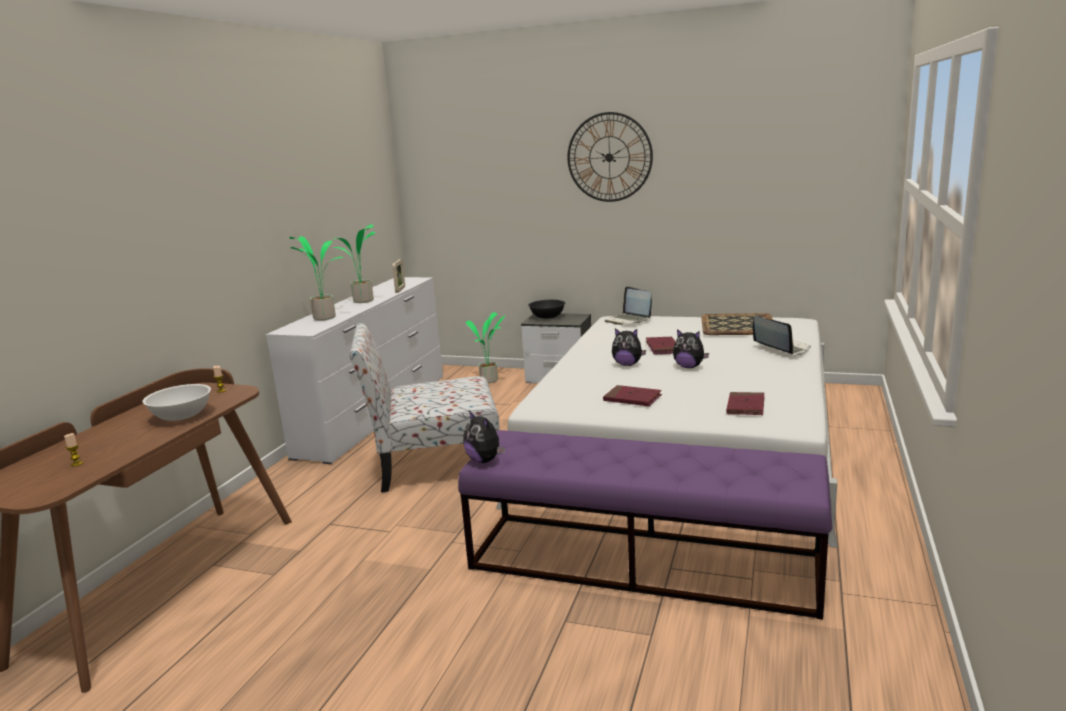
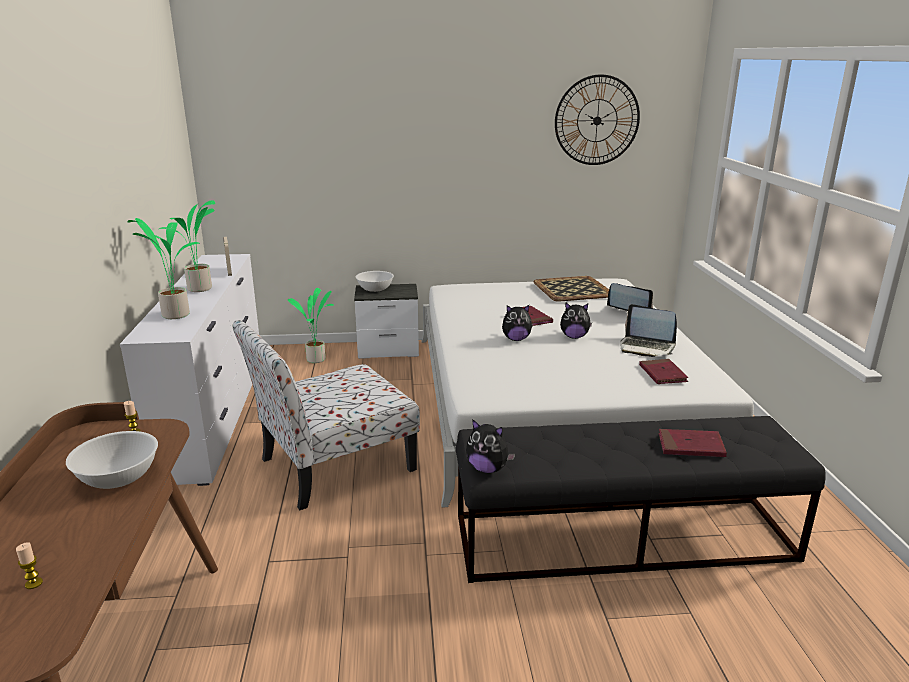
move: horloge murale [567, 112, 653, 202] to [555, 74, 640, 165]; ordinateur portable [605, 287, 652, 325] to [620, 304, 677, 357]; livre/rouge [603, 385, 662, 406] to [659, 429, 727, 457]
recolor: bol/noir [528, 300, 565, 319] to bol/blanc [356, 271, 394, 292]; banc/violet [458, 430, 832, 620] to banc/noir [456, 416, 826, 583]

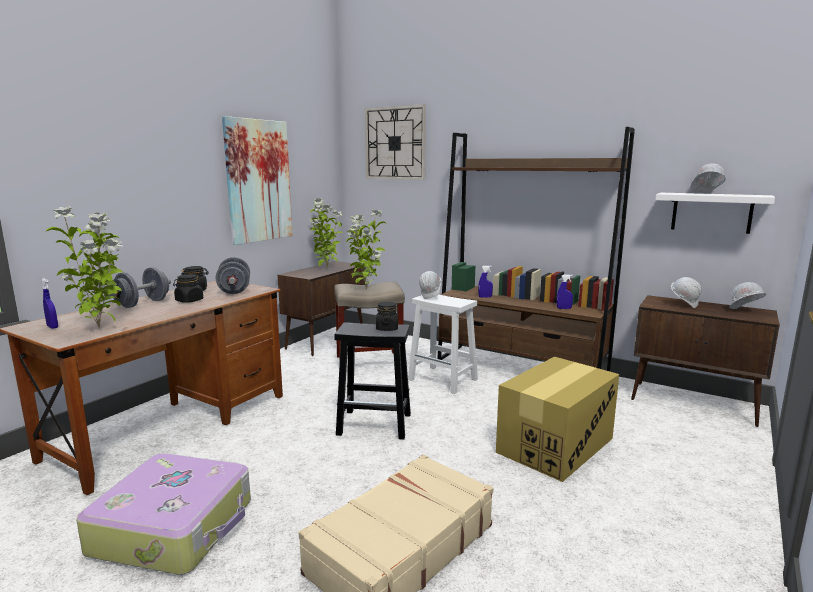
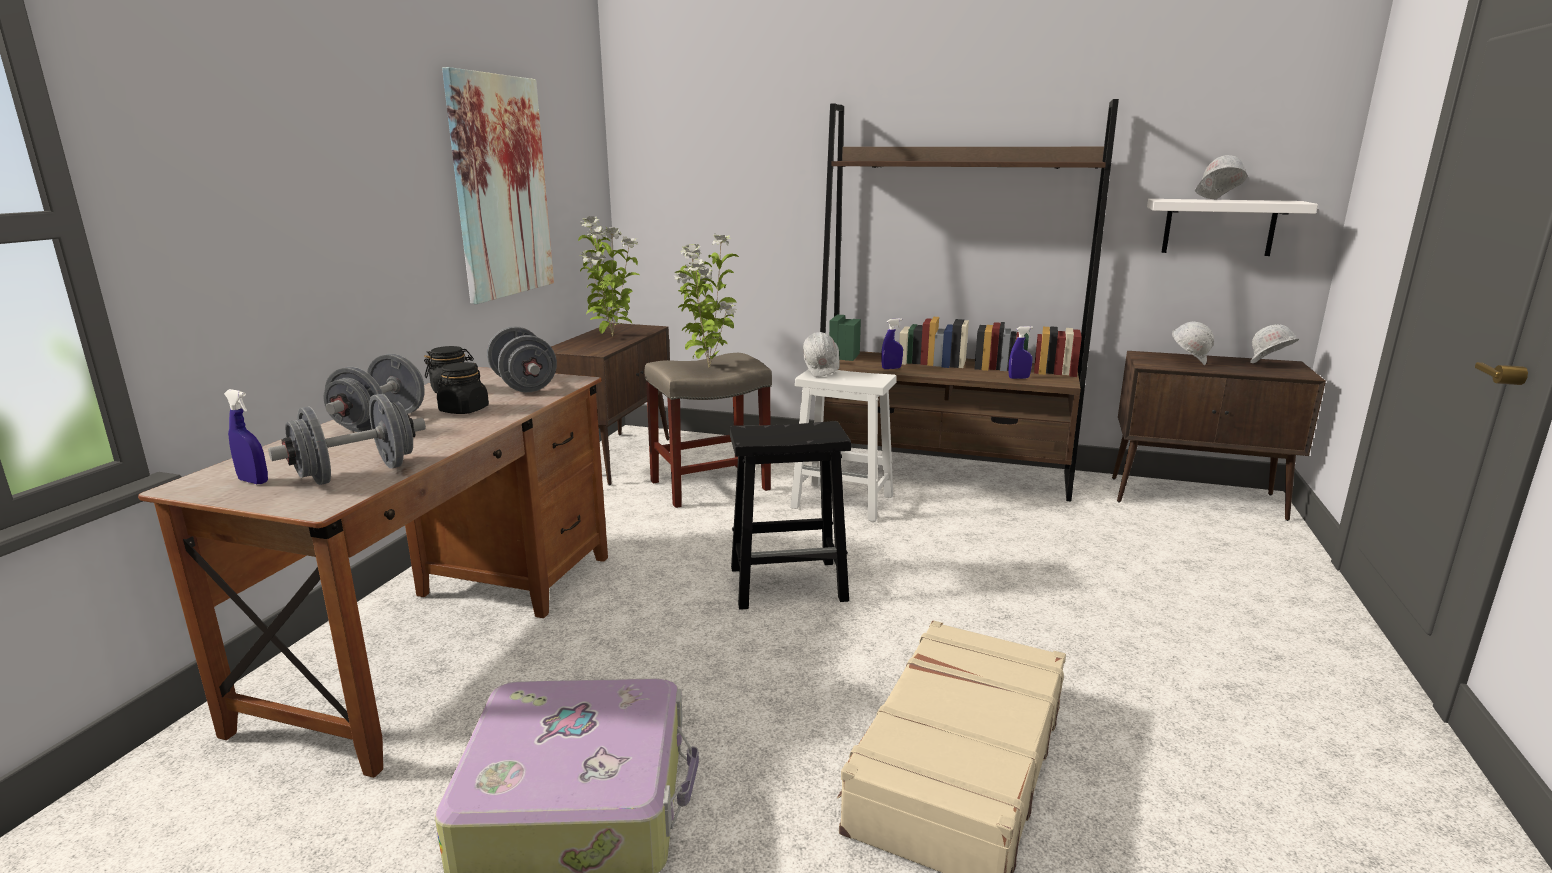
delete: horloge murale [365, 104, 426, 180]; bocal/noir [376, 302, 398, 331]; carton [496, 357, 619, 482]
replace: plante en pot [45, 206, 123, 328] to haltère/gris [268, 394, 426, 485]

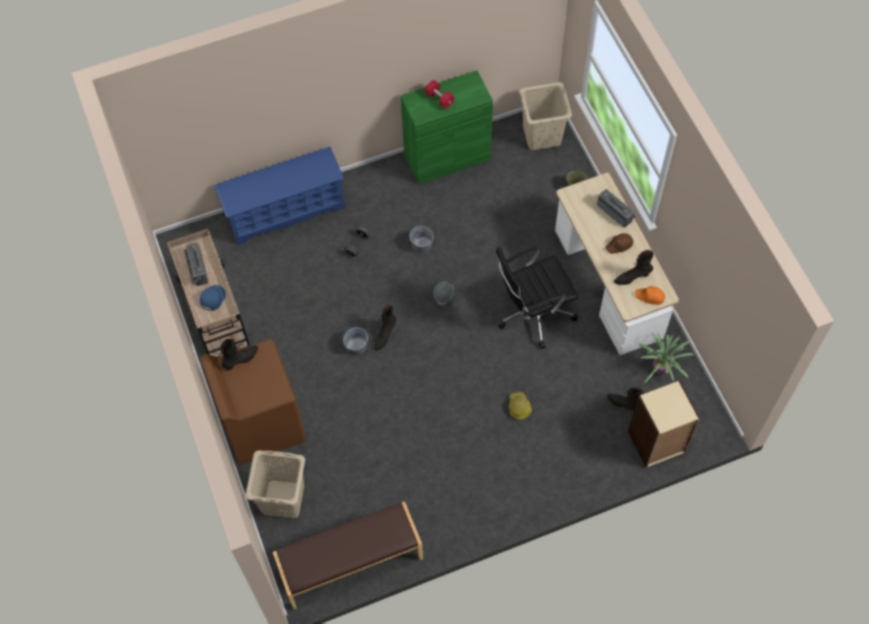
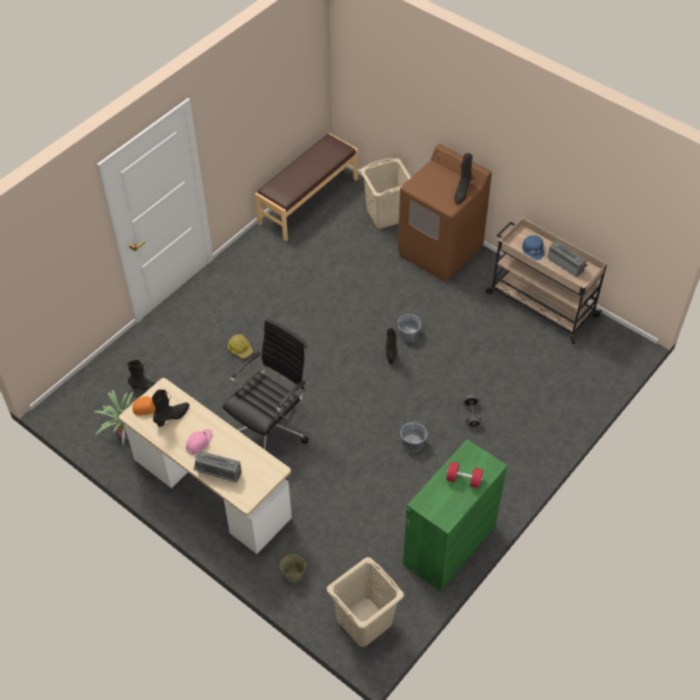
delete: étagère à chaussures/bleu [214, 147, 345, 245]; casque de chantier/gris [433, 281, 454, 306]; bibliothèque/beige [628, 380, 700, 468]
recolor: casquette/marron [605, 233, 633, 254] to casquette/rose [186, 429, 213, 454]

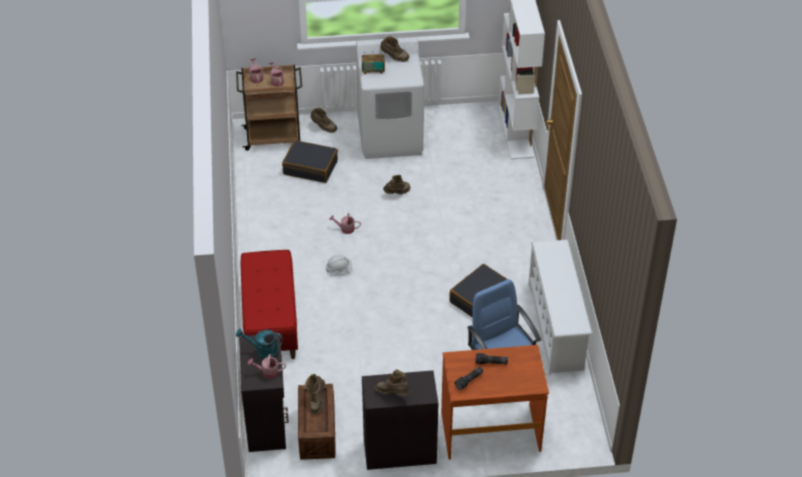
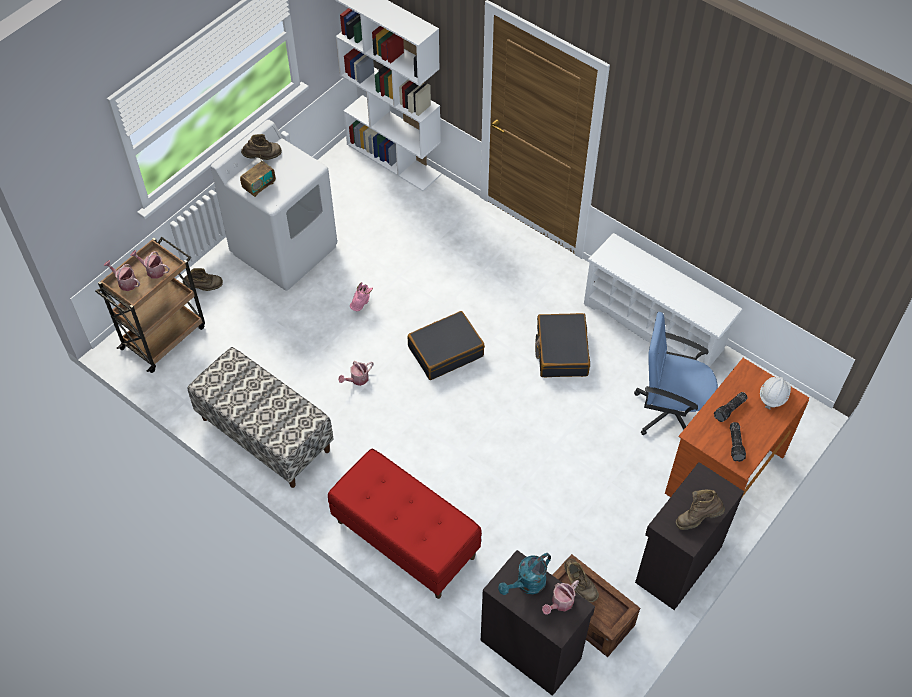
insert: banc [188, 347, 334, 488]
move: valise/noir [282, 140, 338, 183] to [408, 311, 485, 380]; casque de chantier/blanc [326, 254, 352, 273] to [760, 377, 791, 409]
recolor: botte/marron [383, 175, 411, 195] to botte/rose [350, 282, 373, 311]

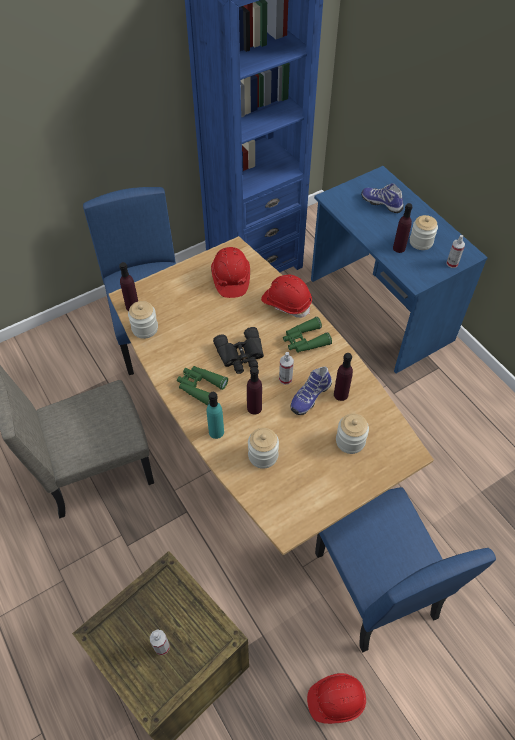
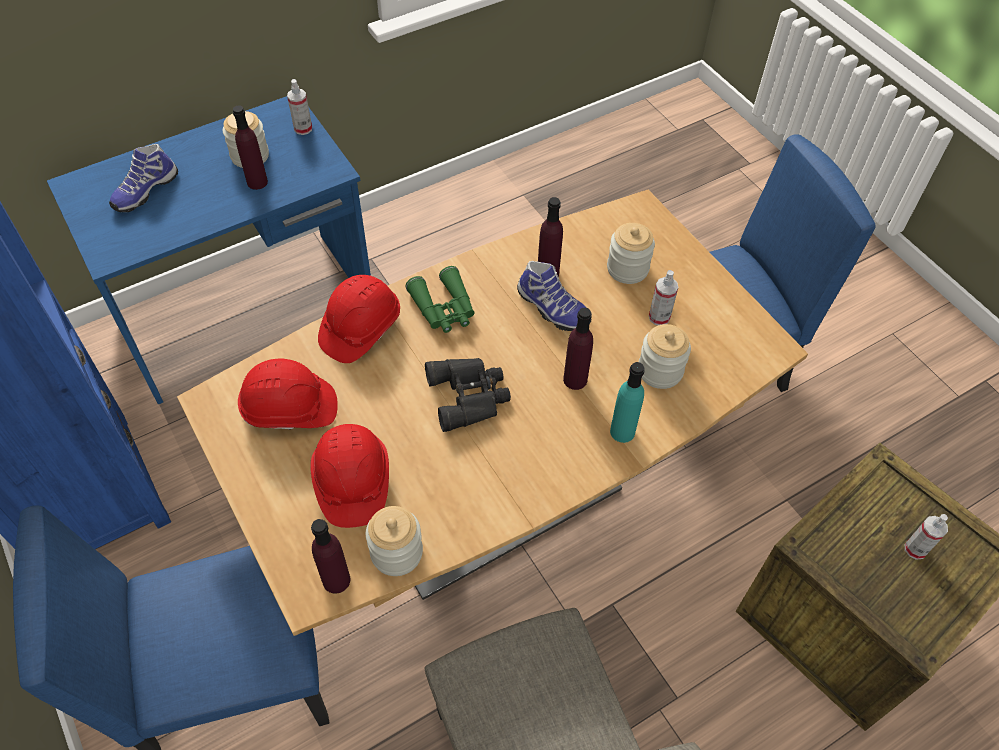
delete: jumelles/vert [177, 366, 228, 406]
move: casque de chantier/rouge [307, 673, 366, 724] to [310, 424, 389, 528]; vaporisateur [279, 352, 294, 385] to [649, 270, 678, 325]

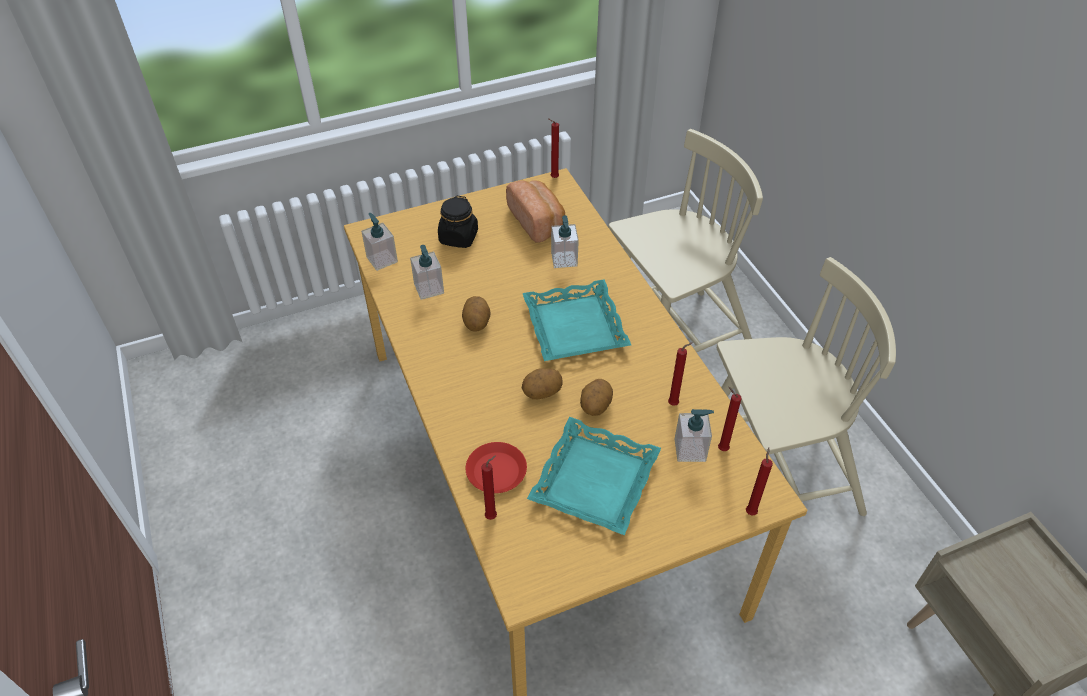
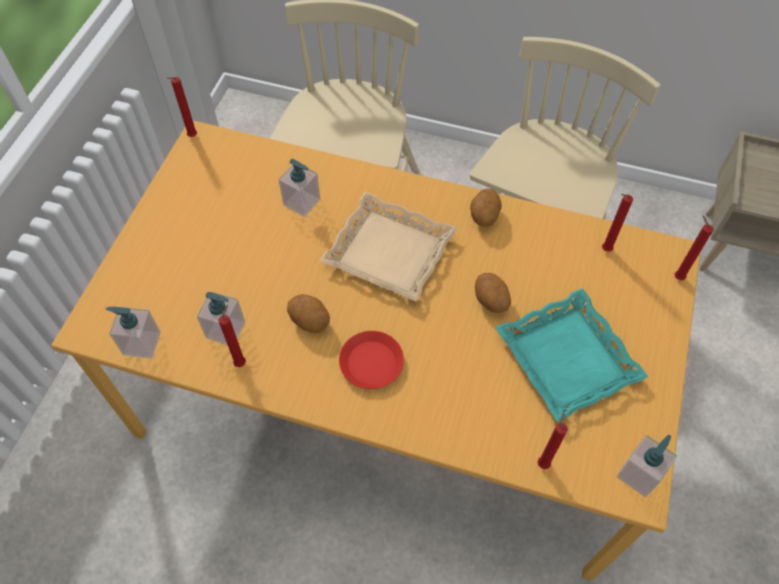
delete: bocal/noir [438, 196, 478, 248]; pain [506, 180, 565, 243]
move: bougie/rouge [668, 342, 693, 406] to [219, 305, 246, 367]; assiette/rouge [466, 442, 527, 493] to [339, 331, 404, 389]; pomme de terre [522, 368, 563, 399] to [470, 189, 502, 227]; distributeur de savon [675, 409, 714, 462] to [617, 434, 677, 497]
recolor: plateau/turquoise [523, 279, 631, 361] to plateau/beige [320, 192, 457, 301]

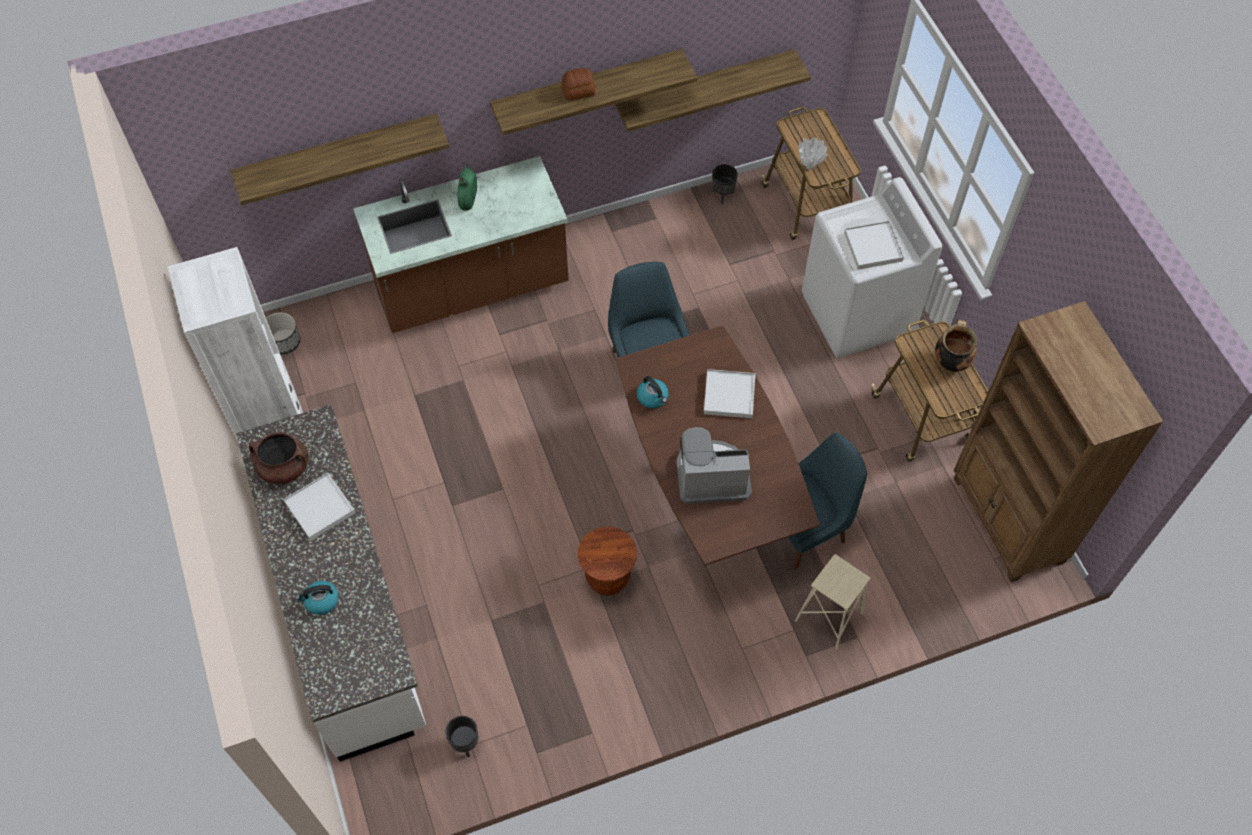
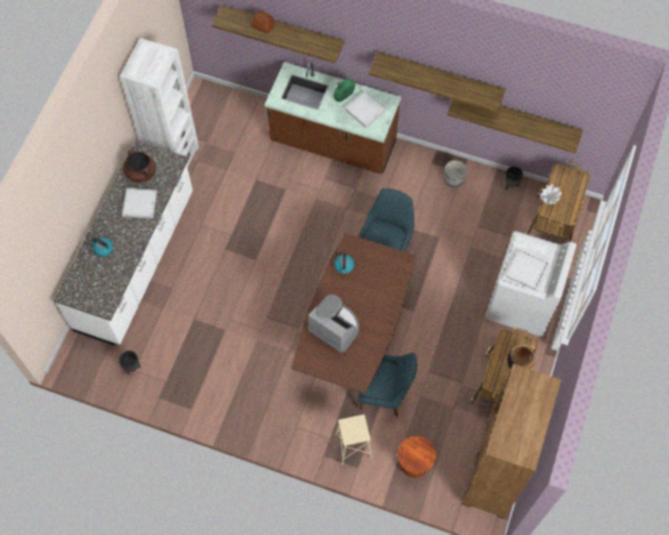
move: pain [562, 68, 596, 101] to [252, 11, 275, 33]; plateau/blanc [704, 369, 755, 418] to [345, 91, 386, 128]; tabouret/marron [578, 527, 637, 596] to [397, 436, 436, 478]; cache-pot [266, 312, 301, 354] to [443, 160, 467, 187]

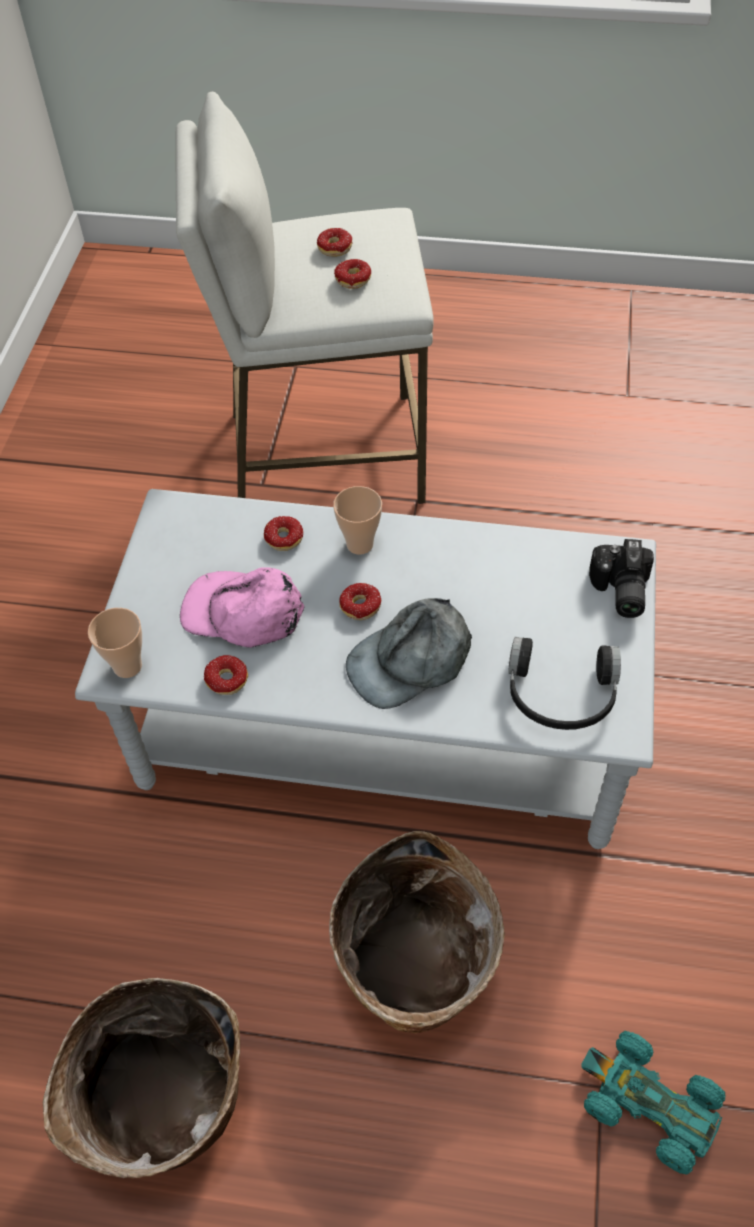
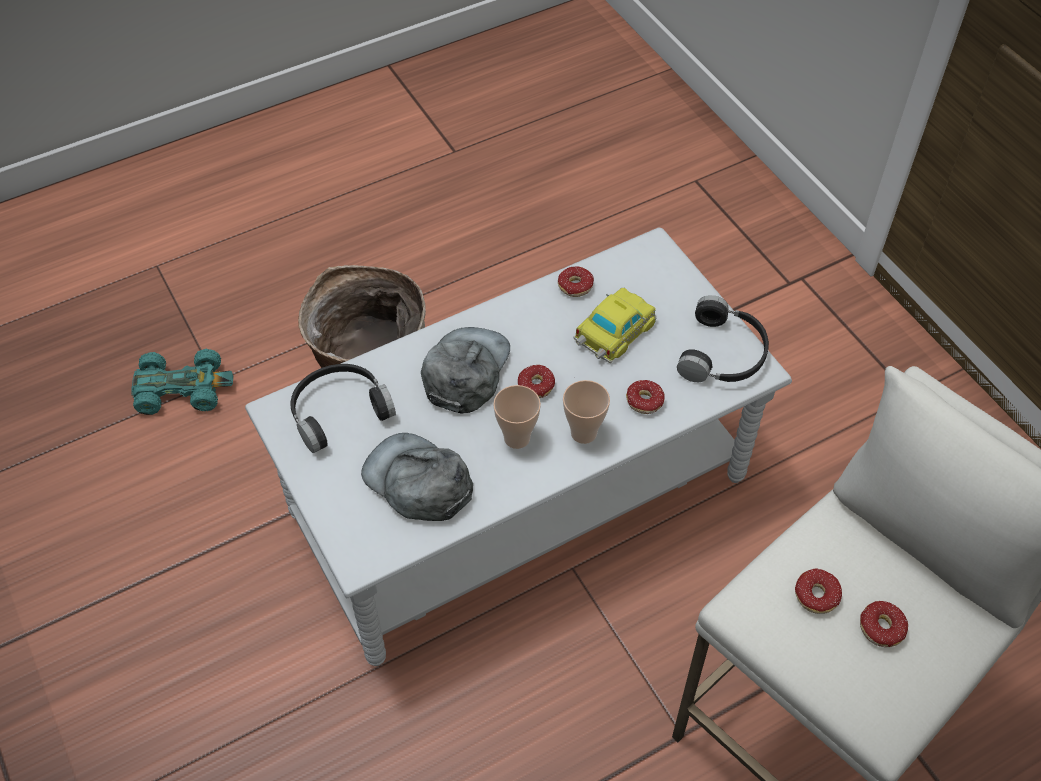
delete: panier [43, 978, 240, 1178]; appareil photo [589, 539, 654, 618]
insert: casquette/gris [361, 433, 473, 521]; casque audio/noir [677, 295, 769, 382]
move: tasse [88, 608, 142, 678] to [493, 385, 541, 449]
replace: casquette/rose [180, 567, 304, 648] to petite voiture [573, 288, 657, 363]

